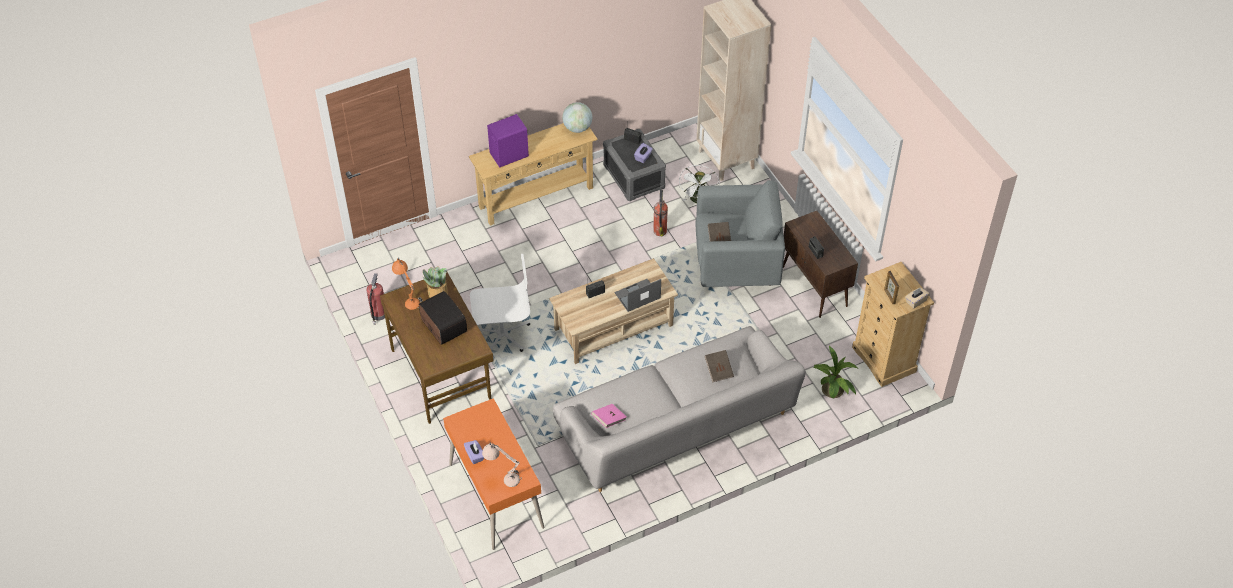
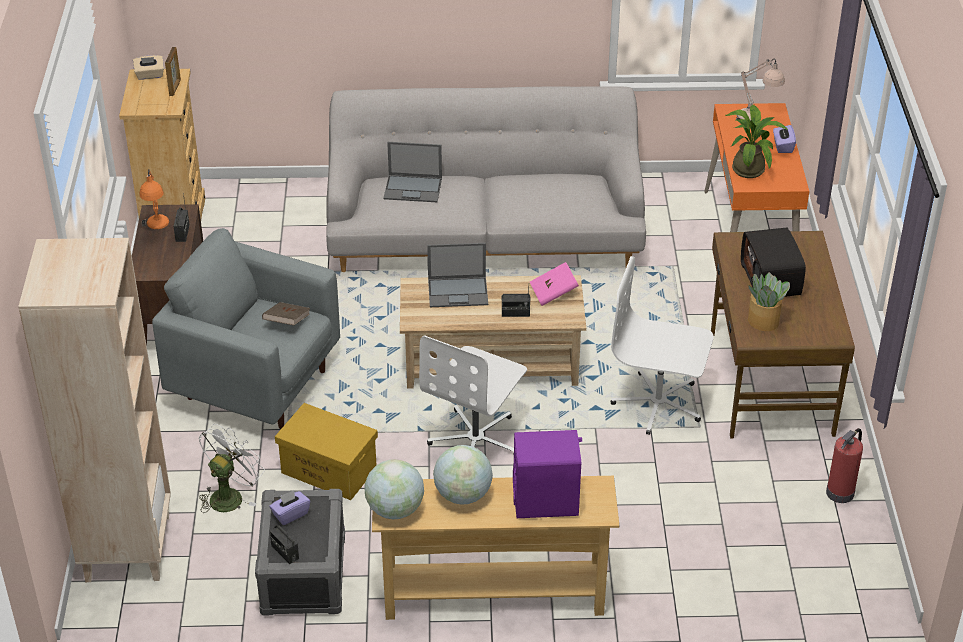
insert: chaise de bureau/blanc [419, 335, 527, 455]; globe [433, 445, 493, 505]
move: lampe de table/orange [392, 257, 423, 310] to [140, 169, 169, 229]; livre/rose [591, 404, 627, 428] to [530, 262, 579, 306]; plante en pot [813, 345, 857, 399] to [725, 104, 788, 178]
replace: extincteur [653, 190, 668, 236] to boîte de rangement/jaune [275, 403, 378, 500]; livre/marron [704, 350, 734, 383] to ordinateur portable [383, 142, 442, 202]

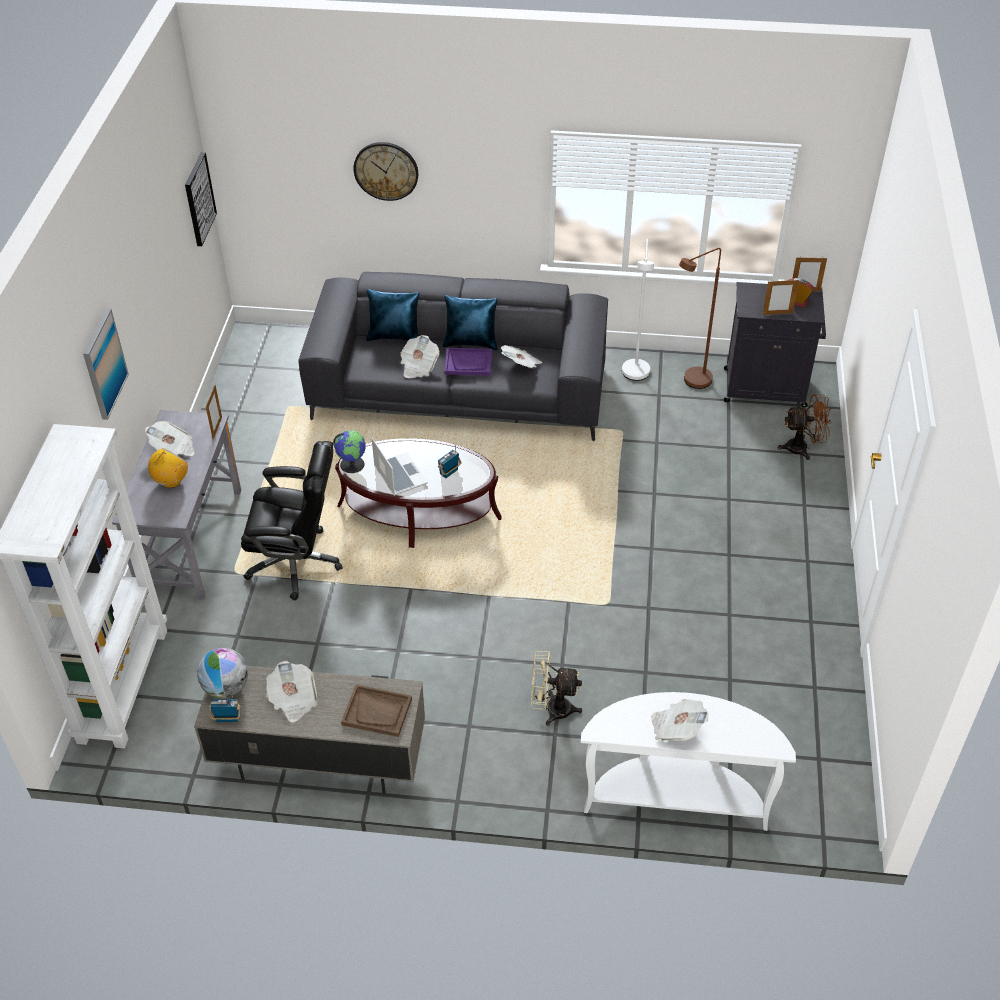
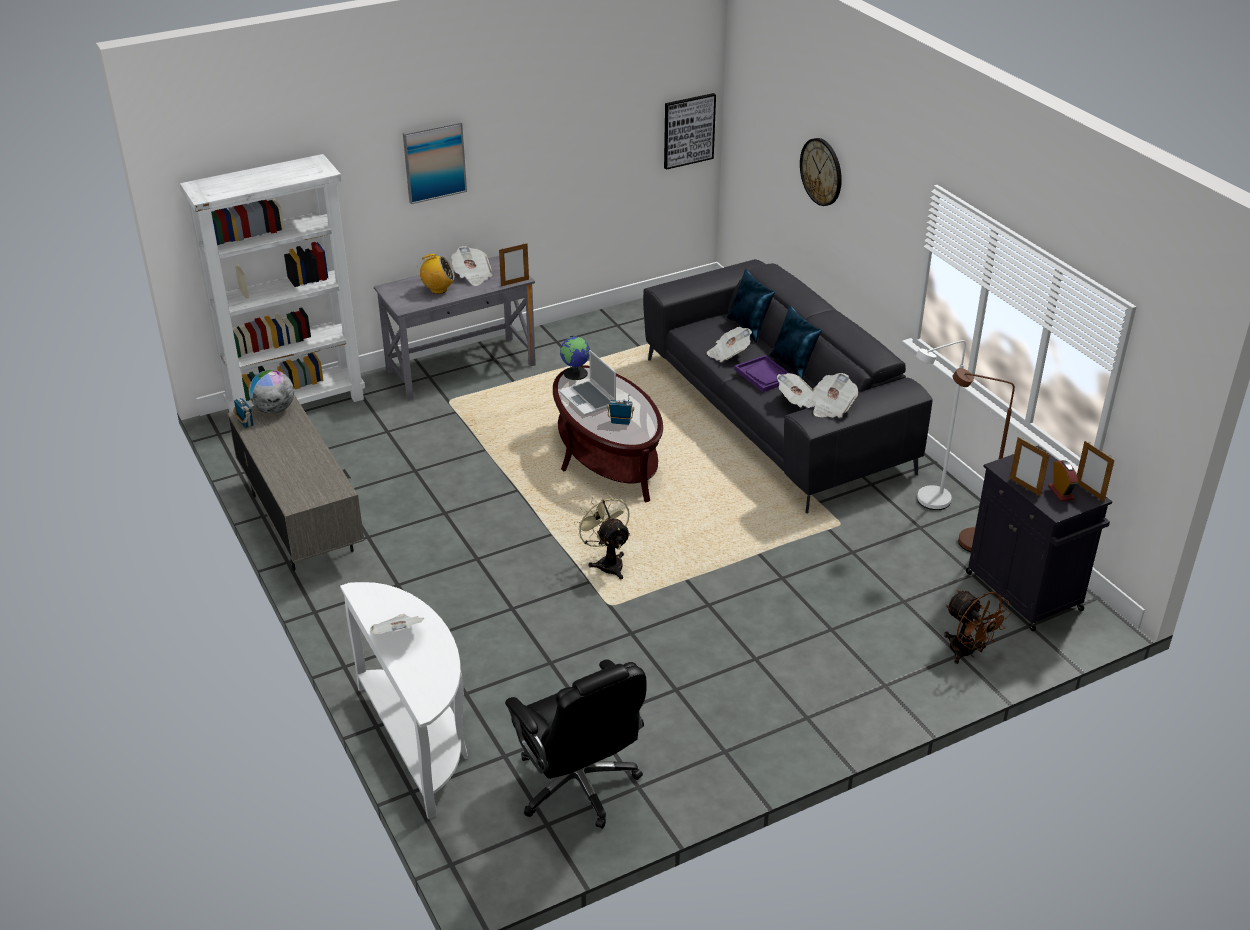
delete: plateau/marron [341, 685, 412, 737]
move: chaise de bureau/noir [241, 441, 343, 600] to [505, 659, 647, 829]; ventilateur/beige [531, 651, 582, 726] to [574, 493, 631, 579]; journal [266, 661, 318, 722] to [812, 373, 858, 418]
rotate: ordinateur portable [372, 437, 428, 496] = [559, 350, 616, 416] 120 degrees clockwise

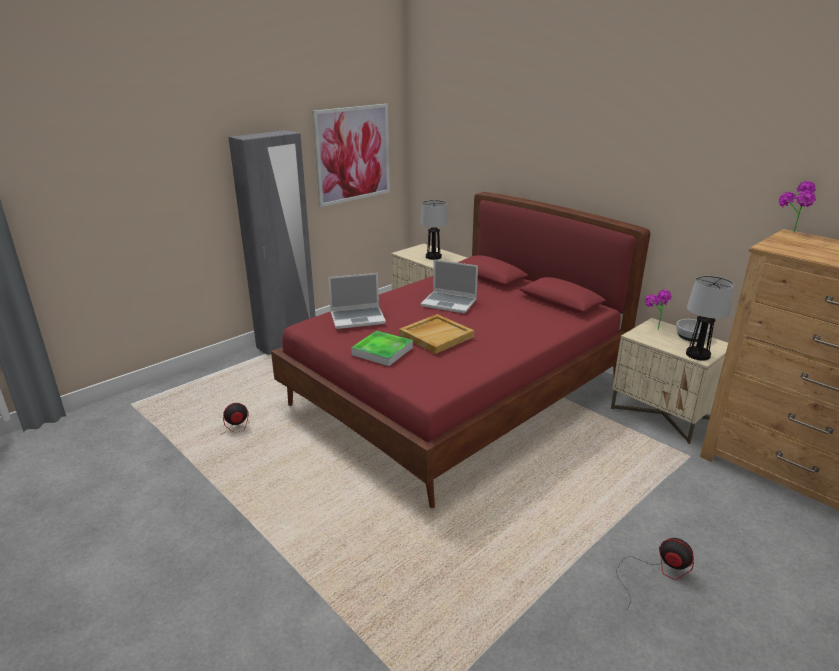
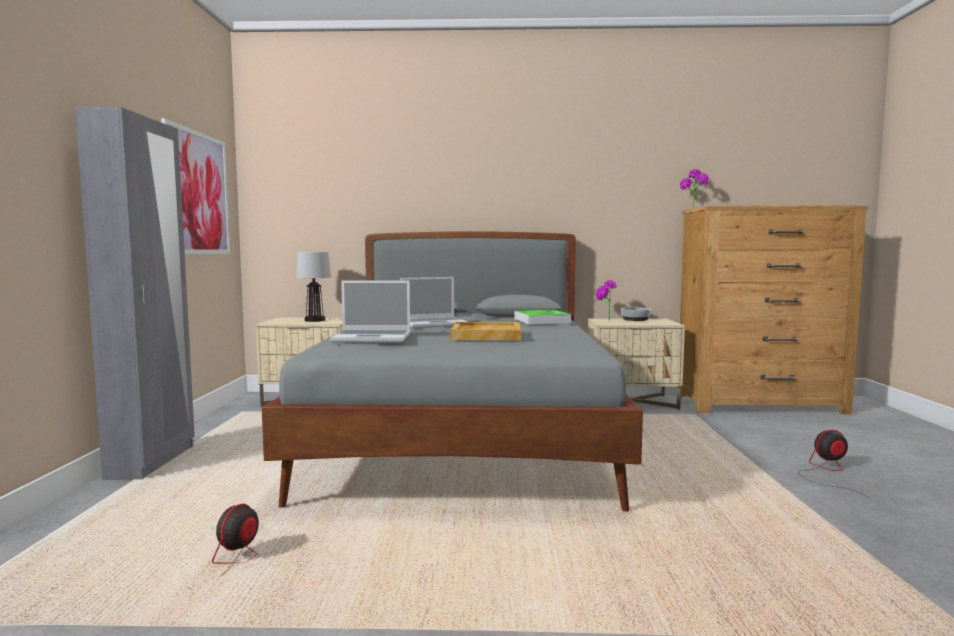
delete: lampe de table [686, 276, 734, 361]
move: plateau [351, 330, 413, 366] to [514, 310, 571, 324]
recolor: lit/rouge [271, 192, 650, 508] to lit/gris [262, 231, 643, 512]
rotate: ordinateur portable [328, 273, 386, 329] = [330, 281, 410, 343] 60 degrees clockwise

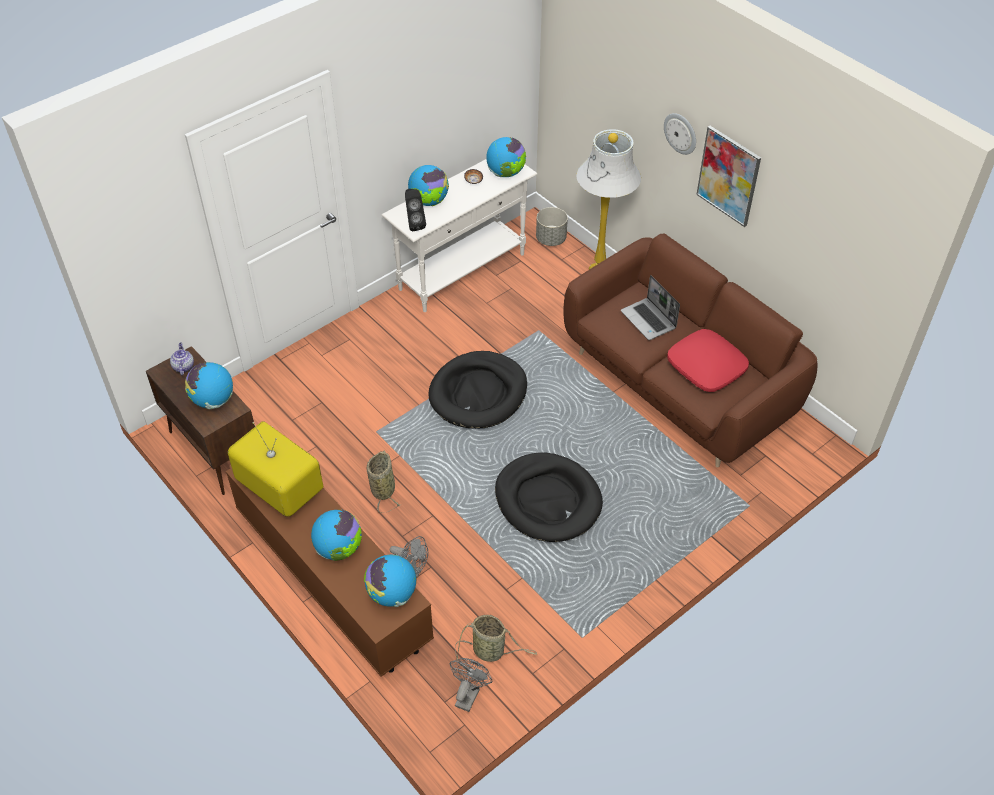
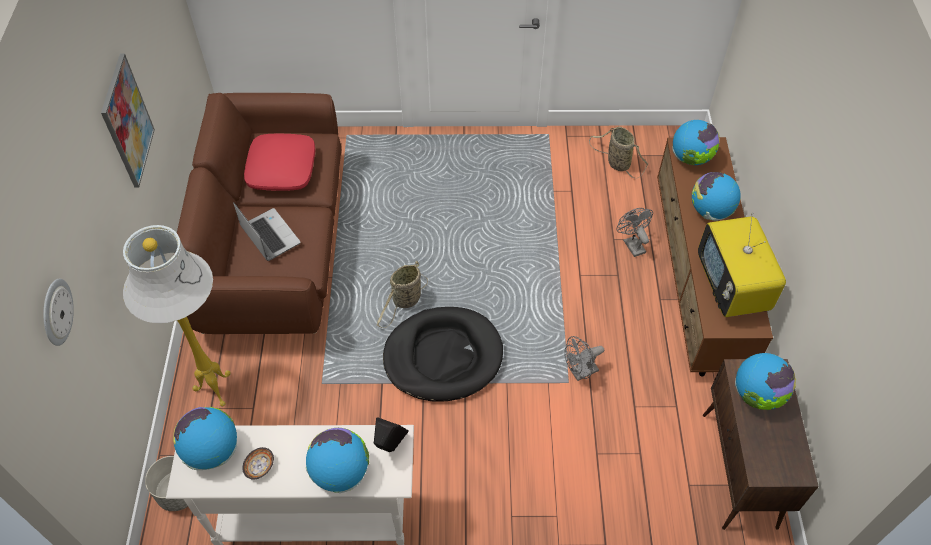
delete: théière [170, 342, 194, 375]; panier pour chien/noir [495, 452, 603, 542]
move: horloge murale [664, 113, 696, 155] to [43, 279, 74, 346]; panier [367, 451, 400, 513] to [377, 261, 428, 328]; ventilateur/gris [450, 658, 493, 712] to [564, 336, 604, 381]
rotate: ordinateur portable [621, 275, 680, 340] = [233, 202, 301, 261] 45 degrees counterclockwise

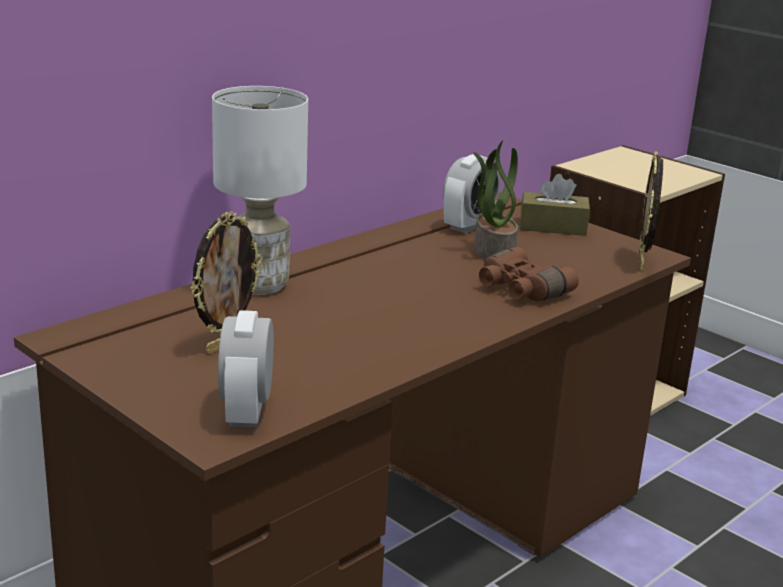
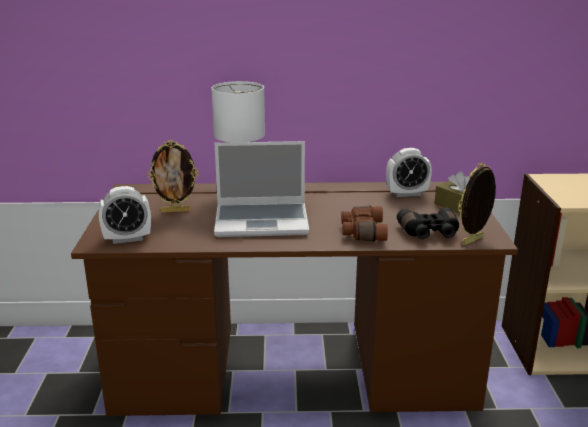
delete: plante en pot [473, 140, 518, 259]
insert: ordinateur portable [214, 141, 309, 237]; jumelles/noir [397, 207, 459, 239]
rotate: réveil [218, 310, 274, 427] = [98, 186, 151, 244] 150 degrees counterclockwise

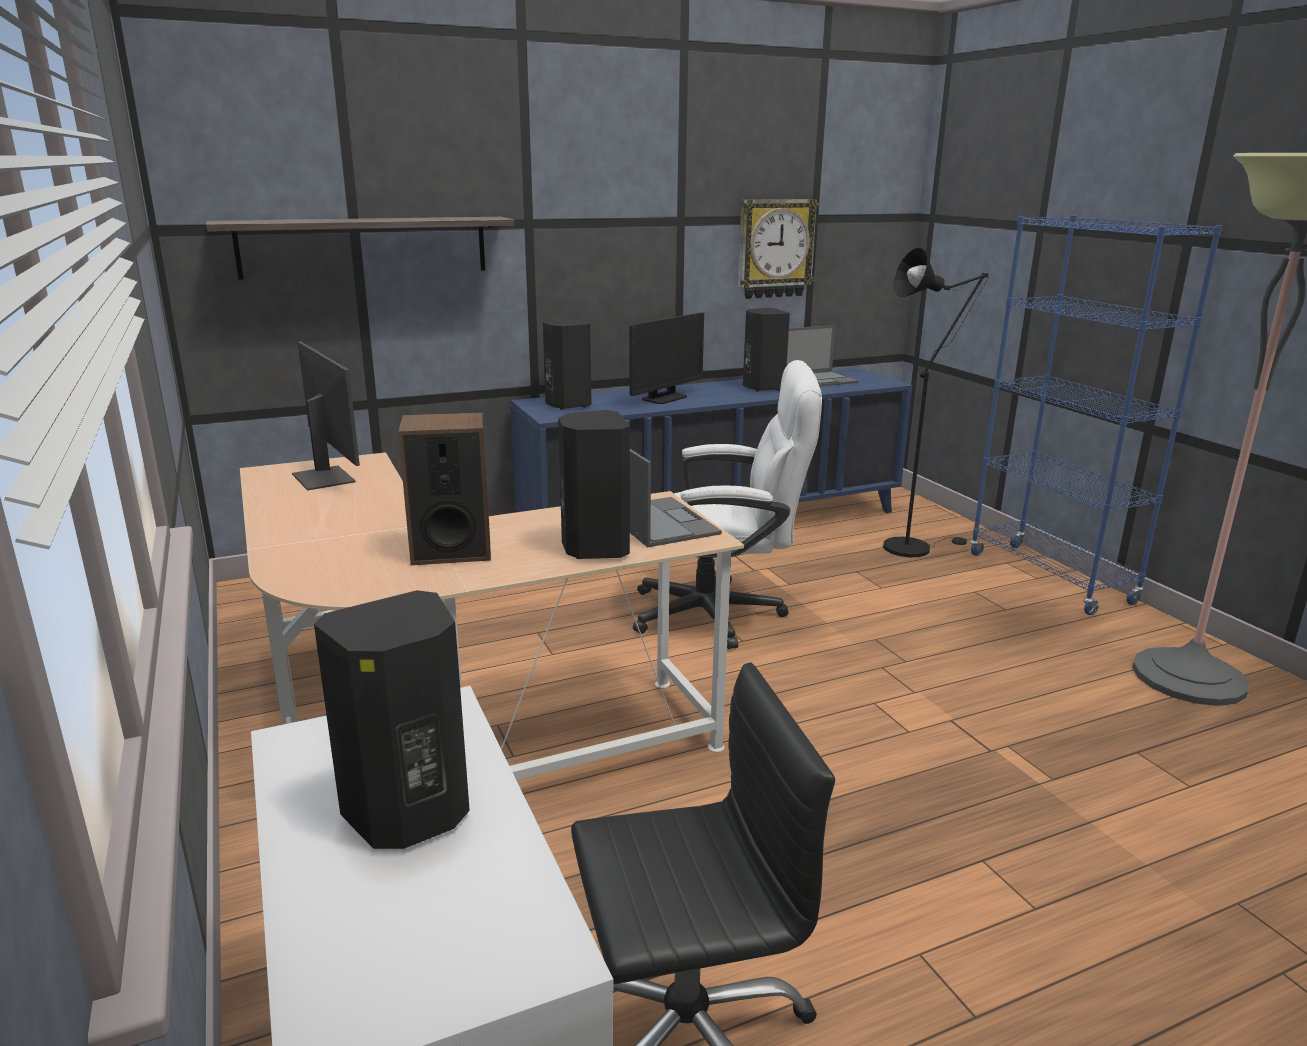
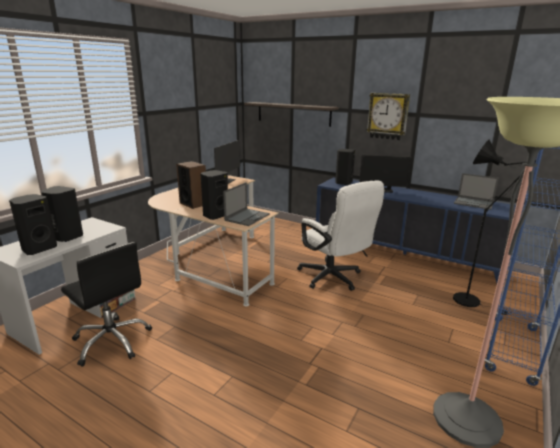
move: enceinte/noir [743, 308, 790, 392] to [9, 194, 57, 255]; horloge murale [738, 199, 819, 299] to [366, 93, 410, 140]

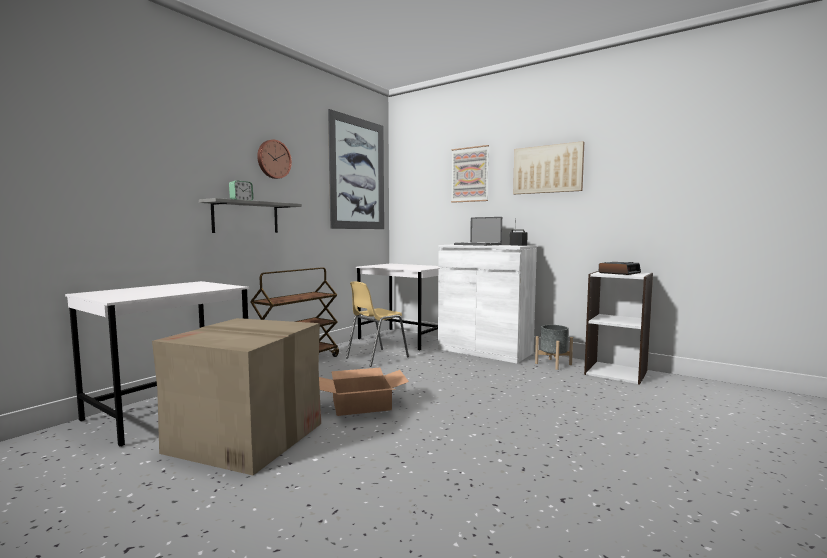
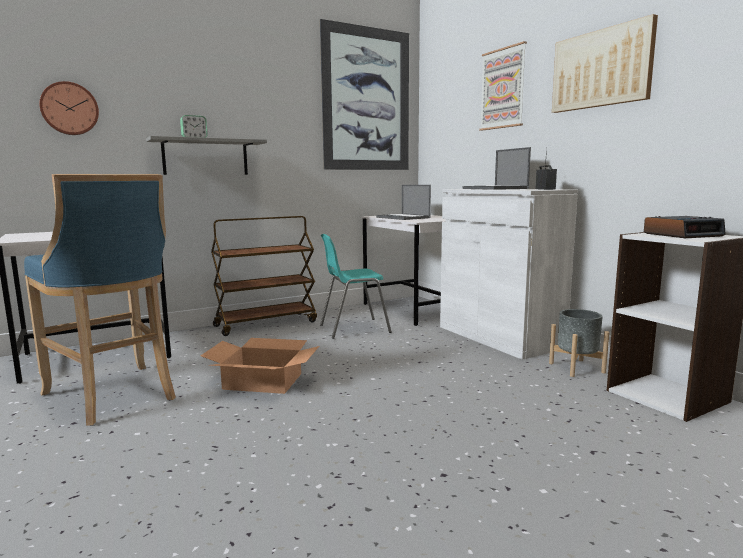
insert: ordinateur portable [376, 185, 431, 220]
move: horloge murale [257, 140, 292, 179] to [39, 81, 99, 135]
replace: carton [152, 318, 321, 475] to tabouret/bleu [24, 174, 176, 426]
recolor: chaise/jaune [346, 281, 409, 367] to chaise/turquoise [320, 234, 392, 339]

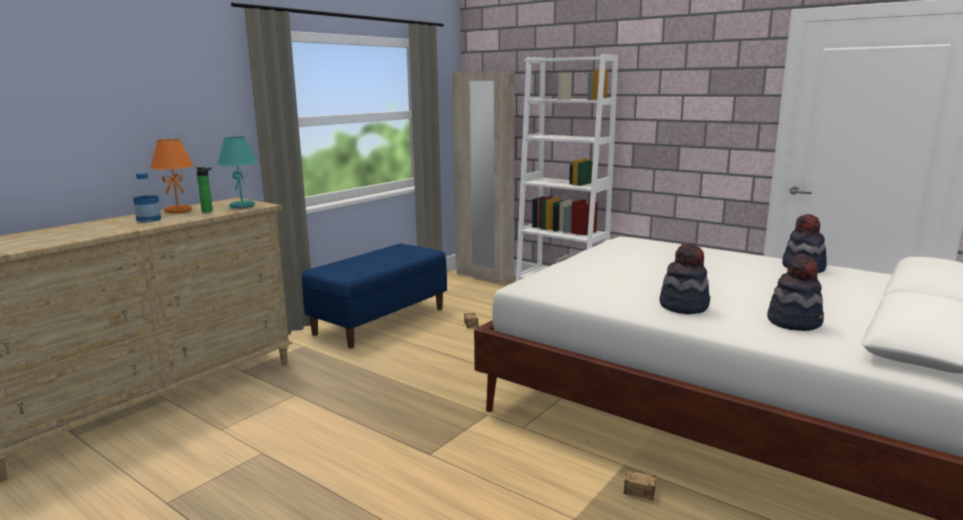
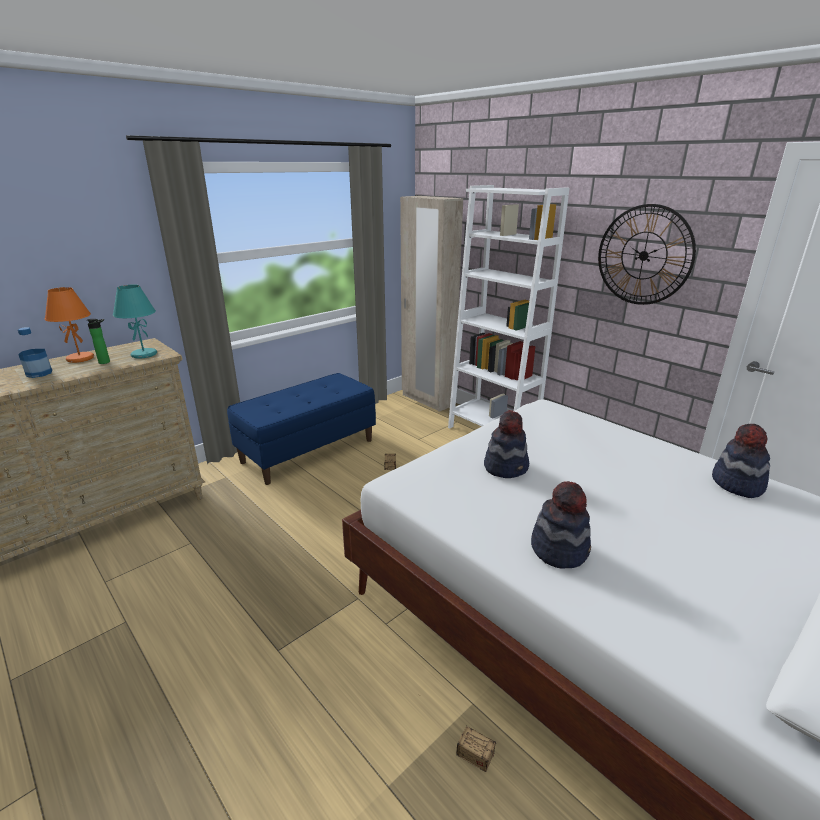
insert: horloge murale [598, 204, 696, 305]
move: chapeau [767, 254, 824, 331] to [484, 410, 529, 478]

